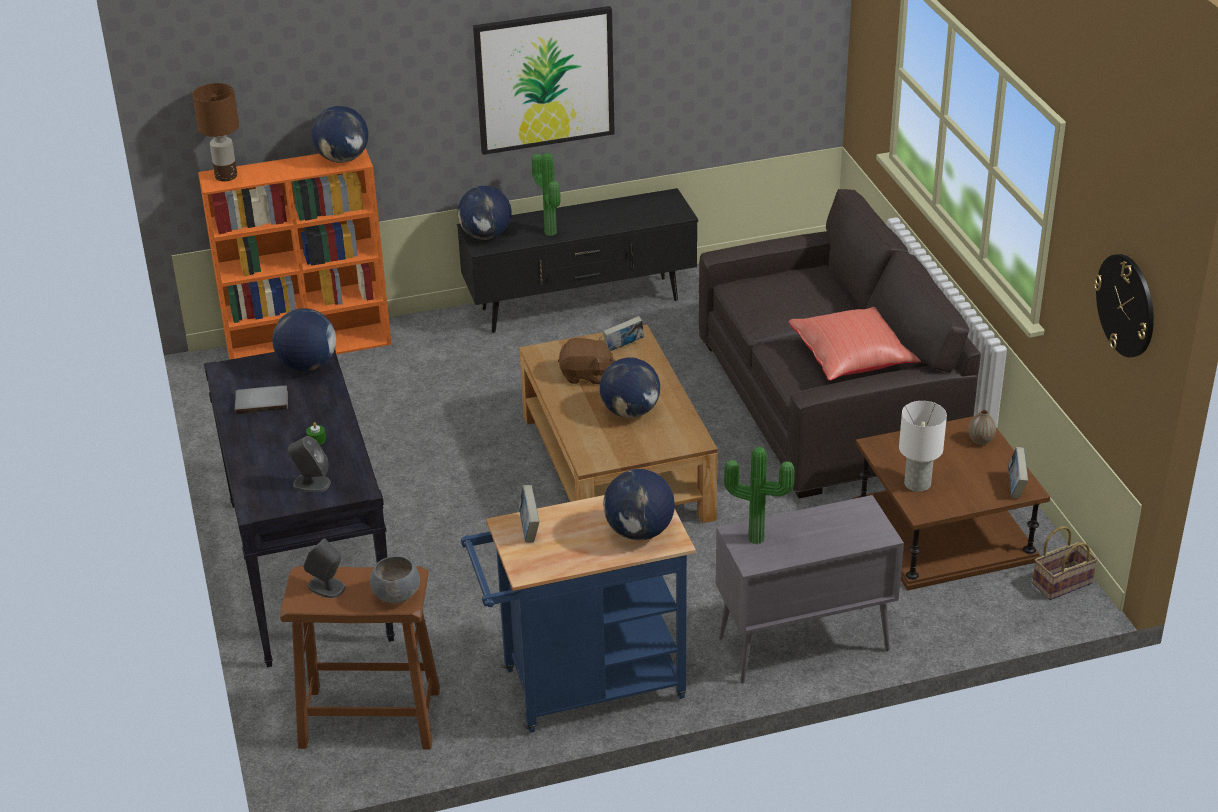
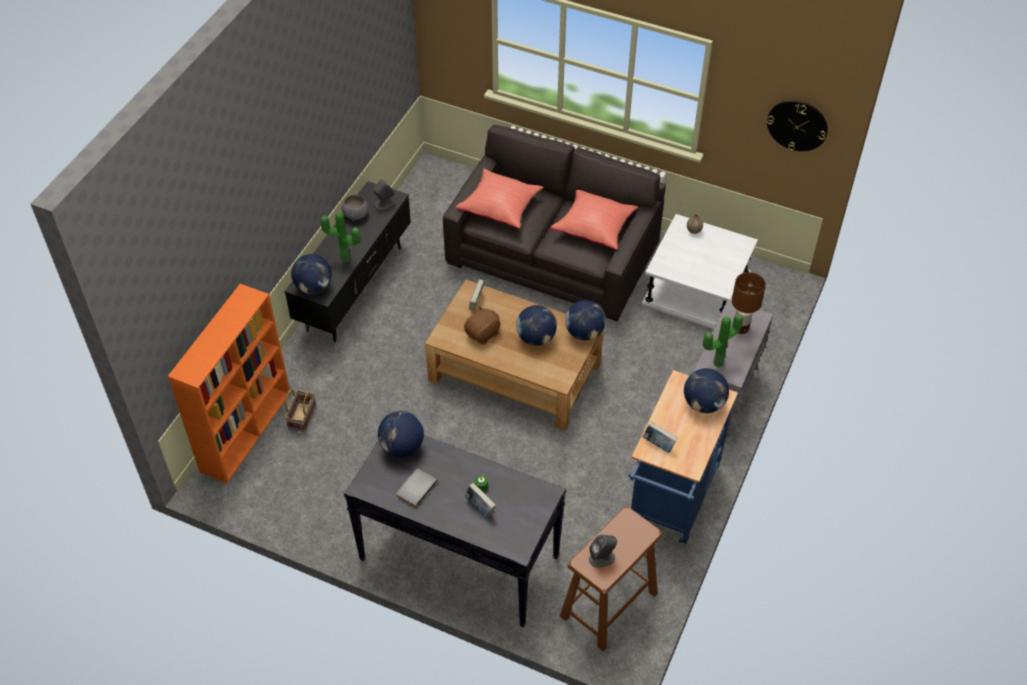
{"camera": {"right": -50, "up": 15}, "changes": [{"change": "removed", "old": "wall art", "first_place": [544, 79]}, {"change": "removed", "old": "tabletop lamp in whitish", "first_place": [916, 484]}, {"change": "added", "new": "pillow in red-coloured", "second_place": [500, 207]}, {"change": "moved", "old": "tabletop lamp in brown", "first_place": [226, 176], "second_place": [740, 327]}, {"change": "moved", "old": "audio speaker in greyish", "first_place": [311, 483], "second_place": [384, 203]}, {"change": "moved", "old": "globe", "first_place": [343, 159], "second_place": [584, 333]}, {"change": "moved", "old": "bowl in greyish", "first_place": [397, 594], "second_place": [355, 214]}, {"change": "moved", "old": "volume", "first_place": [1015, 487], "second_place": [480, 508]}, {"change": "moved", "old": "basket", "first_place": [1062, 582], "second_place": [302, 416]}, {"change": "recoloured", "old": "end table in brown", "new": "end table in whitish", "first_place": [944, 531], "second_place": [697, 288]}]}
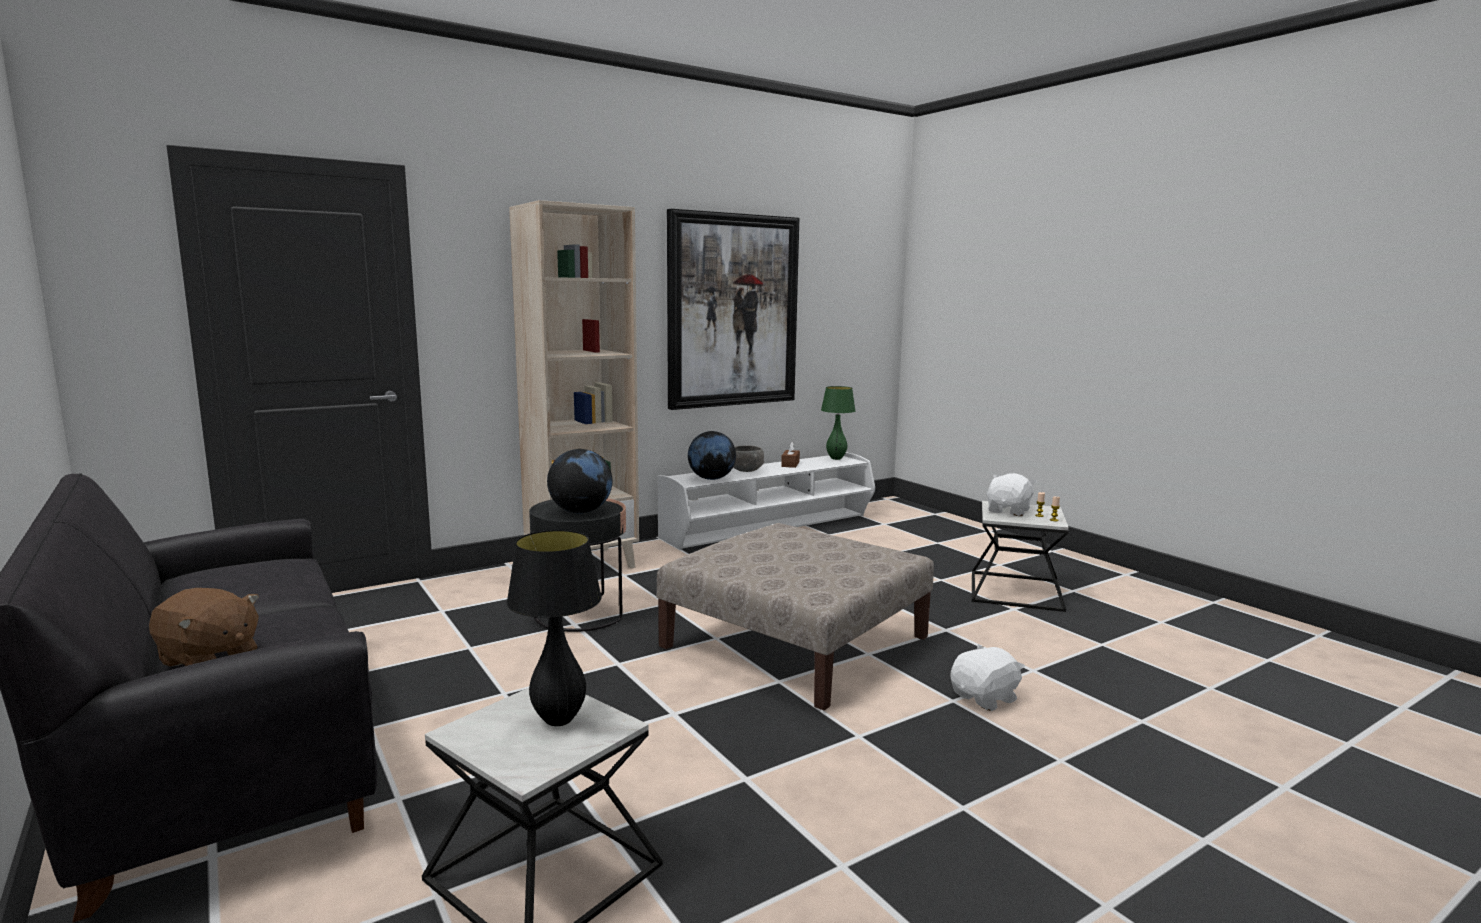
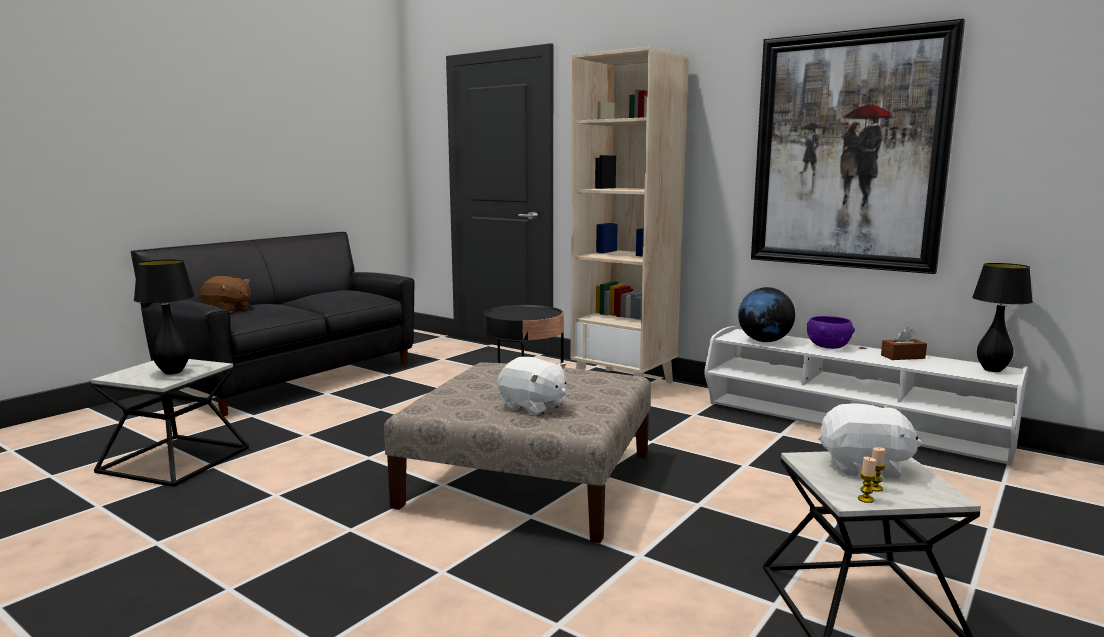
{"camera": {"right": 70, "up": 0}, "changes": [{"change": "removed", "old": "globe", "first_place": [581, 512]}, {"change": "moved", "old": "plush toy in whitish", "first_place": [985, 698], "second_place": [533, 407]}, {"change": "recoloured", "old": "bowl in greyish", "new": "bowl in purple", "first_place": [746, 470], "second_place": [828, 346]}, {"change": "recoloured", "old": "tabletop lamp in greenish", "new": "tabletop lamp in black-coloured", "first_place": [836, 458], "second_place": [992, 370]}, {"change": "turned", "old": "plush toy in brown", "first_place": [208, 658], "second_place": [227, 309], "degrees": -75}]}
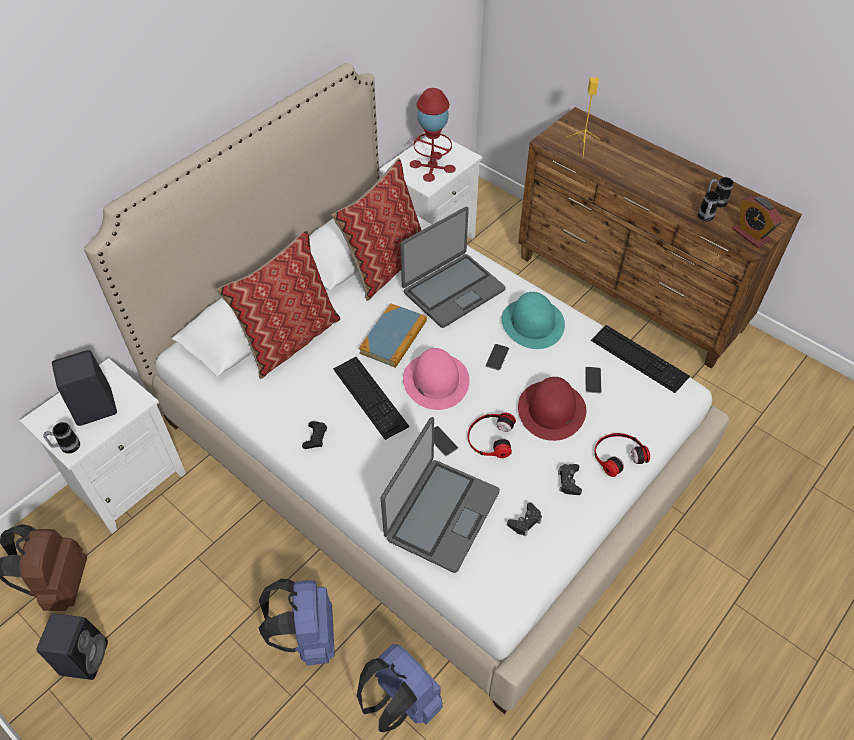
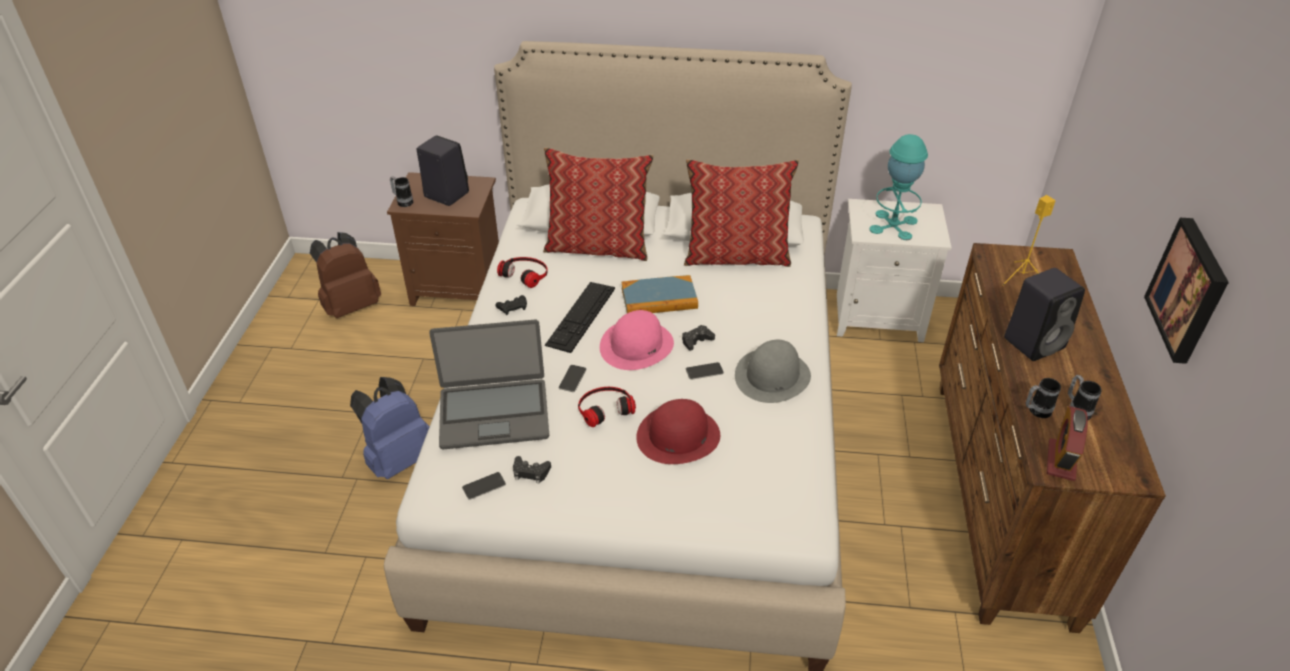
{"camera": {"right": 55, "up": -10}, "changes": [{"change": "removed", "old": "backpack in blue", "first_place": [401, 702]}, {"change": "removed", "old": "laptop", "first_place": [452, 290]}, {"change": "removed", "old": "computer keyboard", "first_place": [639, 358]}, {"change": "added", "new": "wall art", "second_place": [1189, 290]}, {"change": "moved", "old": "audio speaker in black-coloured", "first_place": [84, 656], "second_place": [1035, 342]}, {"change": "moved", "old": "joypad in black-coloured", "first_place": [569, 481], "second_place": [696, 340]}, {"change": "moved", "old": "handset", "first_place": [593, 380], "second_place": [484, 486]}, {"change": "moved", "old": "pair of headphones", "first_place": [618, 455], "second_place": [525, 273]}, {"change": "recoloured", "old": "bedside table in whitish", "new": "bedside table in brown", "first_place": [129, 480], "second_place": [460, 287]}, {"change": "recoloured", "old": "tabletop lamp in red-coloured", "new": "tabletop lamp in blue-green", "first_place": [432, 166], "second_place": [893, 225]}, {"change": "recoloured", "old": "wearable hat in blue-green", "new": "wearable hat in greyish", "first_place": [533, 323], "second_place": [772, 376]}]}
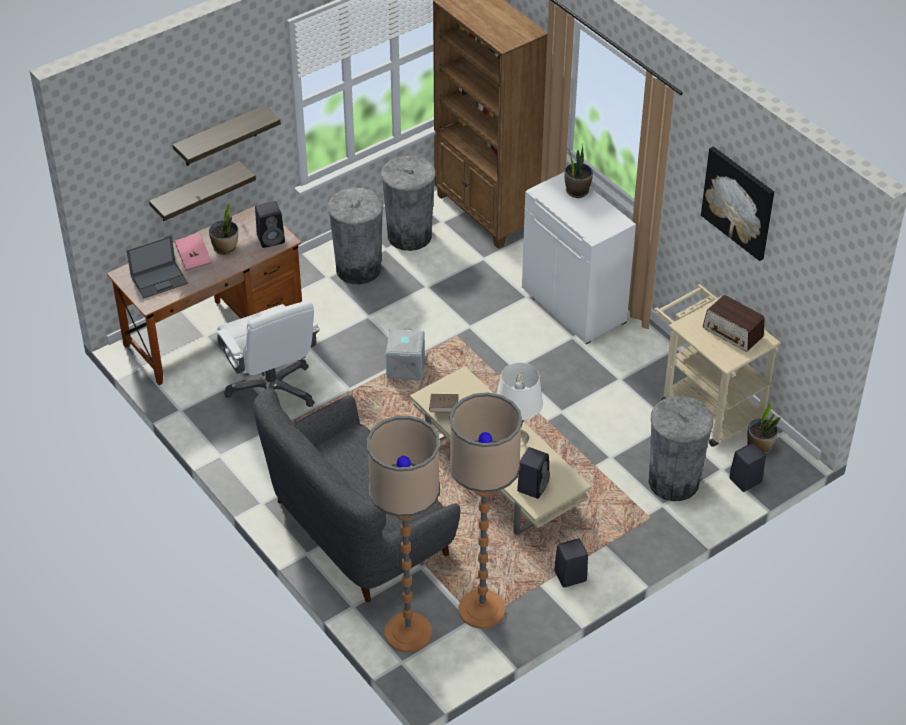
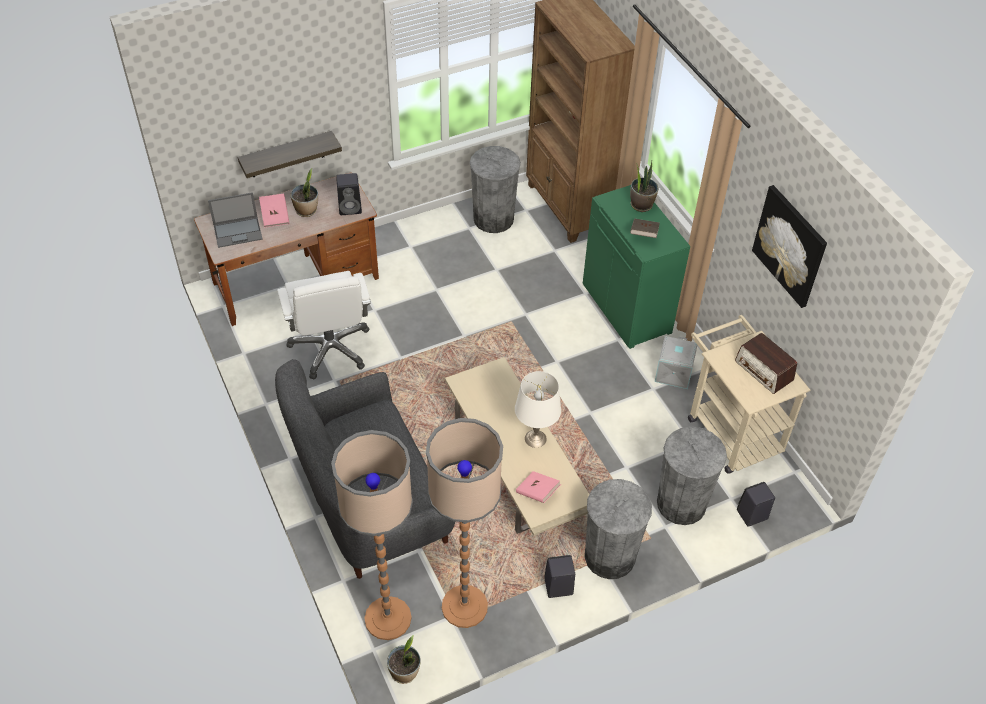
{"camera": {"right": 10, "up": 5}, "changes": [{"change": "removed", "old": "bracket shelf", "first_place": [220, 137]}, {"change": "moved", "old": "waste bin in greyish", "first_place": [358, 269], "second_place": [609, 556]}, {"change": "moved", "old": "storage bin in greyish", "first_place": [405, 367], "second_place": [673, 372]}, {"change": "moved", "old": "volume in brown", "first_place": [444, 409], "second_place": [643, 234]}, {"change": "moved", "old": "houseplant", "first_place": [759, 446], "second_place": [404, 672]}, {"change": "replaced", "old": "audio speaker in black-coloured", "new": "volume in pink", "first_place": [533, 486], "second_place": [537, 492]}, {"change": "recoloured", "old": "cupboard in whitish", "new": "cupboard in greenish", "first_place": [575, 305], "second_place": [627, 308]}]}
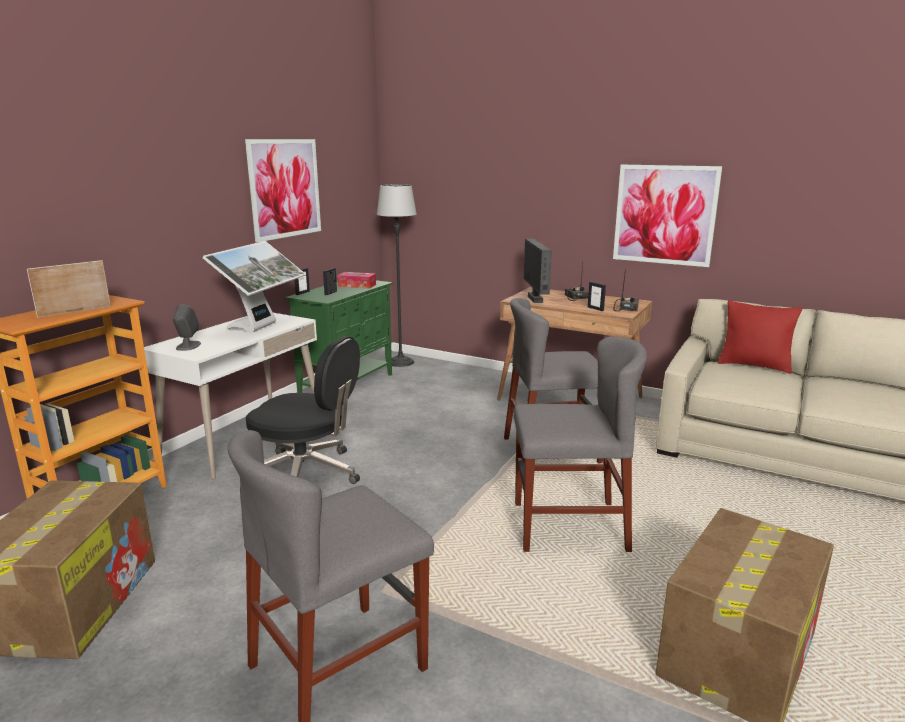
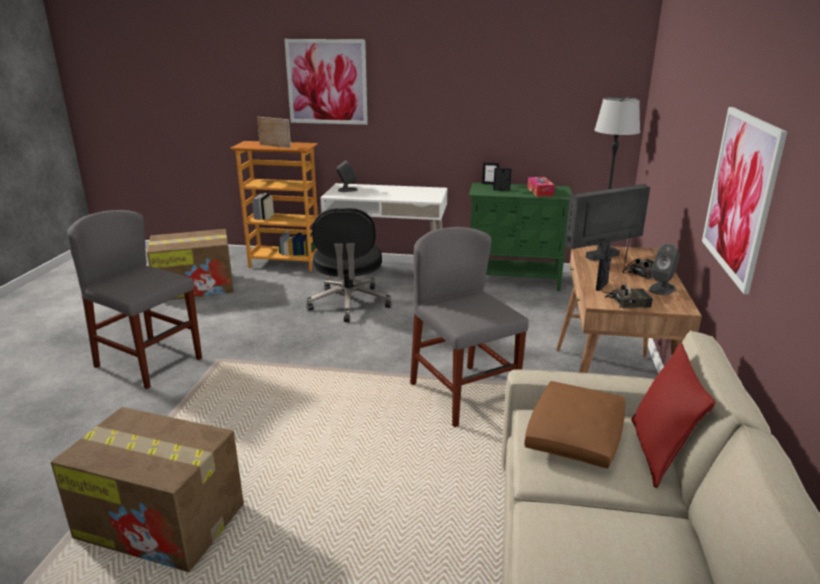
{"camera": {"right": 70, "up": 5}, "changes": [{"change": "removed", "old": "computer screen", "first_place": [261, 327]}, {"change": "removed", "old": "upright chair in greyish", "first_place": [569, 526]}, {"change": "added", "new": "pillow in brown", "second_place": [574, 437]}, {"change": "added", "new": "audio speaker in greyish", "second_place": [662, 289]}, {"change": "moved", "old": "wall art", "first_place": [285, 188], "second_place": [327, 82]}]}
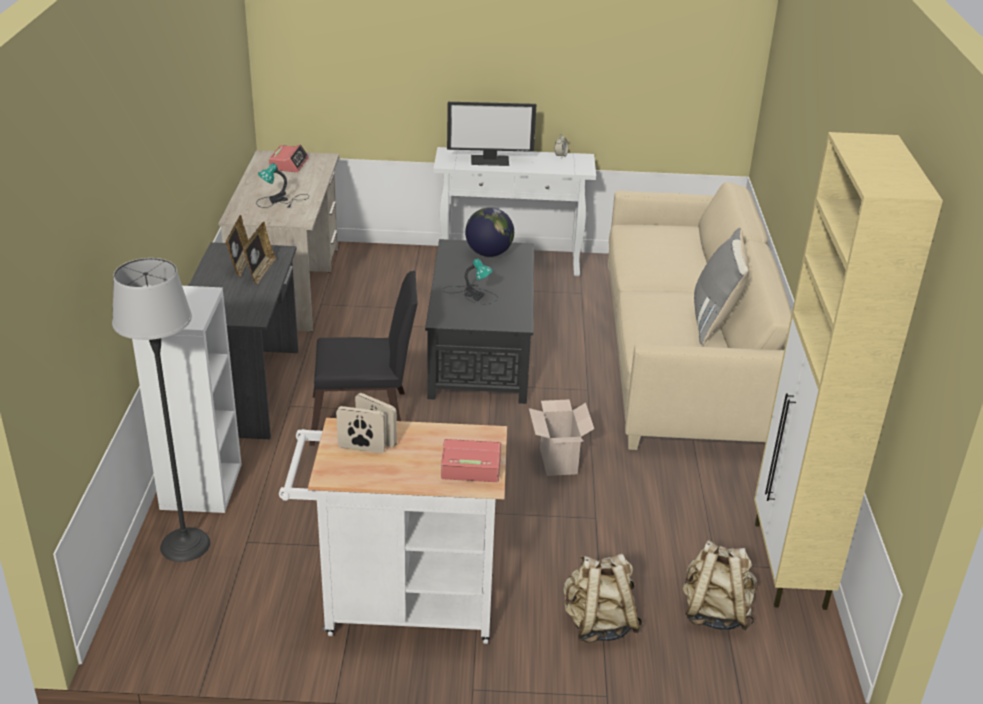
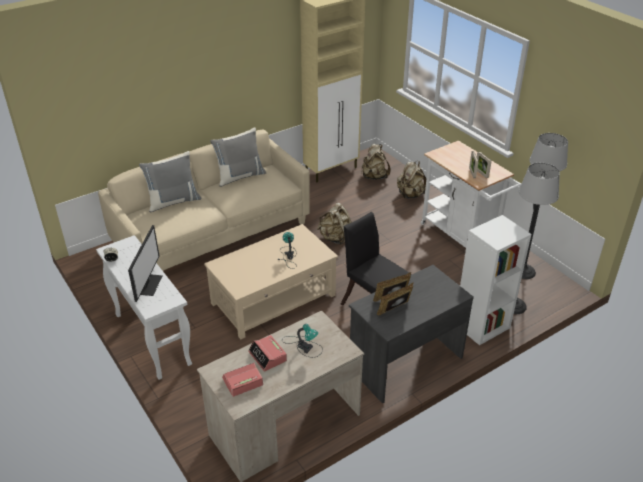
{"camera": {"right": -125, "up": 5}, "changes": [{"change": "removed", "old": "globe", "first_place": [489, 253]}, {"change": "added", "new": "pillow in greyish", "second_place": [173, 201]}, {"change": "added", "new": "floor lamp", "second_place": [523, 271]}, {"change": "moved", "old": "alarm clock", "first_place": [470, 466], "second_place": [268, 356]}, {"change": "replaced", "old": "carton", "new": "backpack in beige", "first_place": [556, 460], "second_place": [335, 238]}, {"change": "recoloured", "old": "low table in black-coloured", "new": "low table in beige", "first_place": [480, 353], "second_place": [274, 299]}, {"change": "turned", "old": "computer screen", "first_place": [490, 160], "second_place": [148, 284], "degrees": 45}]}
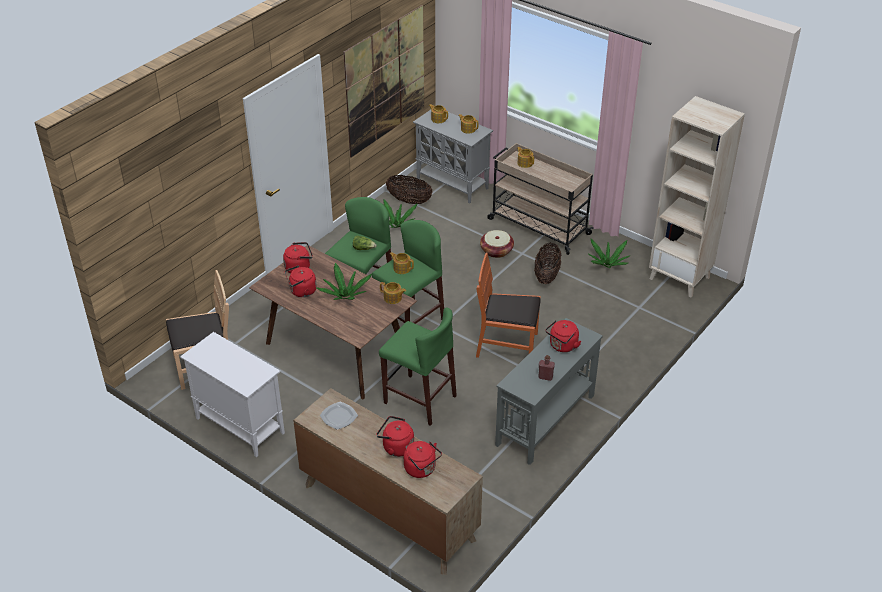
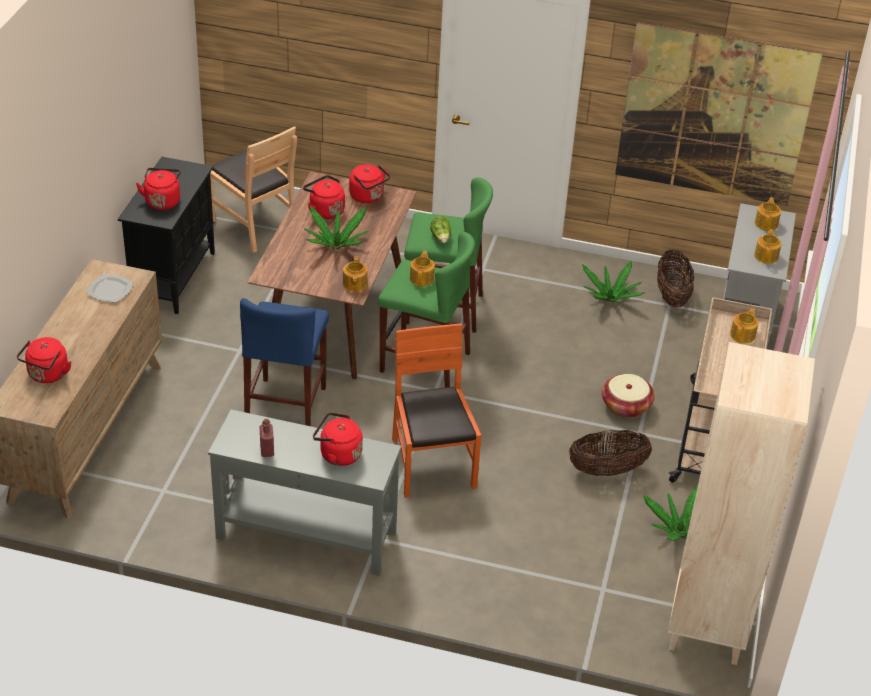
{"camera": {"right": 65, "up": 0}, "changes": [{"change": "moved", "old": "kettle in red-coloured", "first_place": [396, 447], "second_place": [162, 201]}, {"change": "recoloured", "old": "cupboard in whitish", "new": "cupboard in black-coloured", "first_place": [239, 425], "second_place": [174, 277]}, {"change": "recoloured", "old": "sitting stool in greenish", "new": "sitting stool in blue", "first_place": [419, 399], "second_place": [286, 408]}]}
